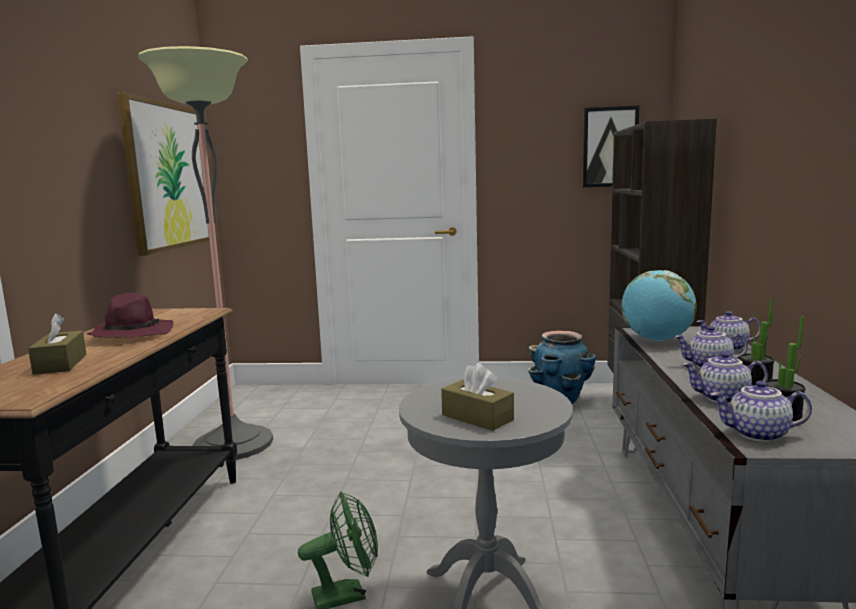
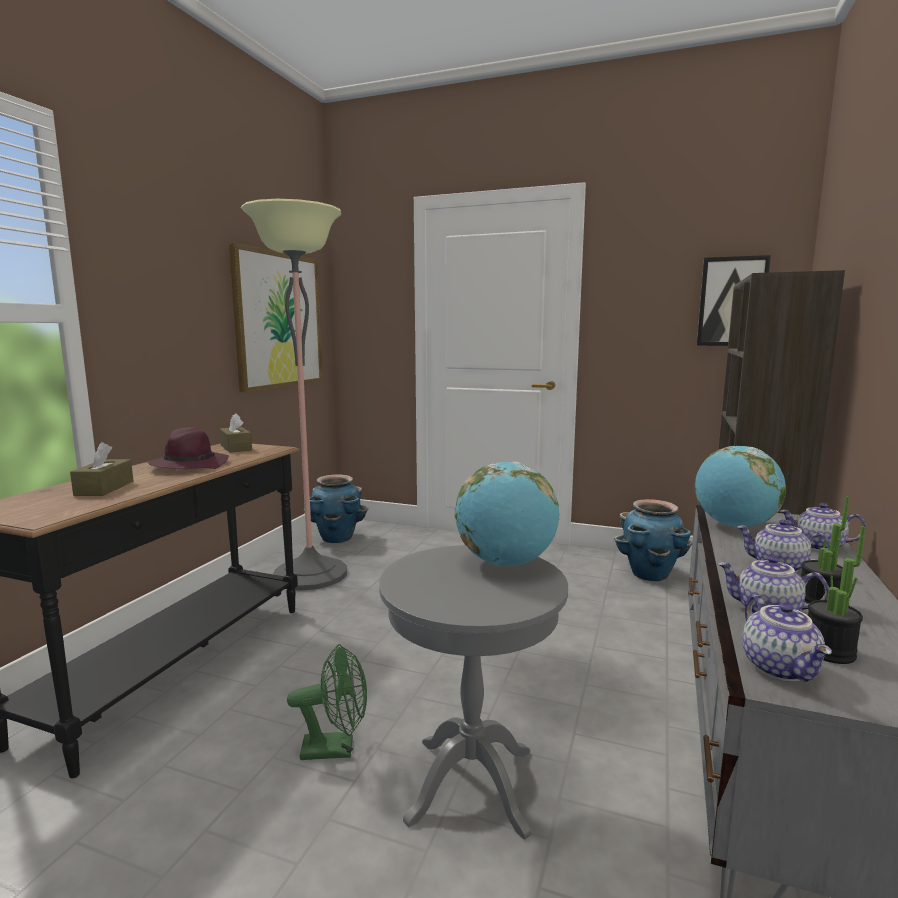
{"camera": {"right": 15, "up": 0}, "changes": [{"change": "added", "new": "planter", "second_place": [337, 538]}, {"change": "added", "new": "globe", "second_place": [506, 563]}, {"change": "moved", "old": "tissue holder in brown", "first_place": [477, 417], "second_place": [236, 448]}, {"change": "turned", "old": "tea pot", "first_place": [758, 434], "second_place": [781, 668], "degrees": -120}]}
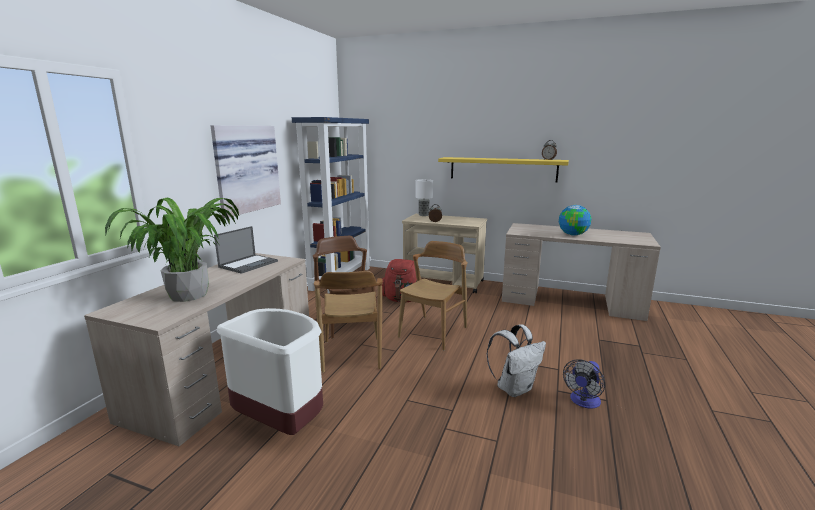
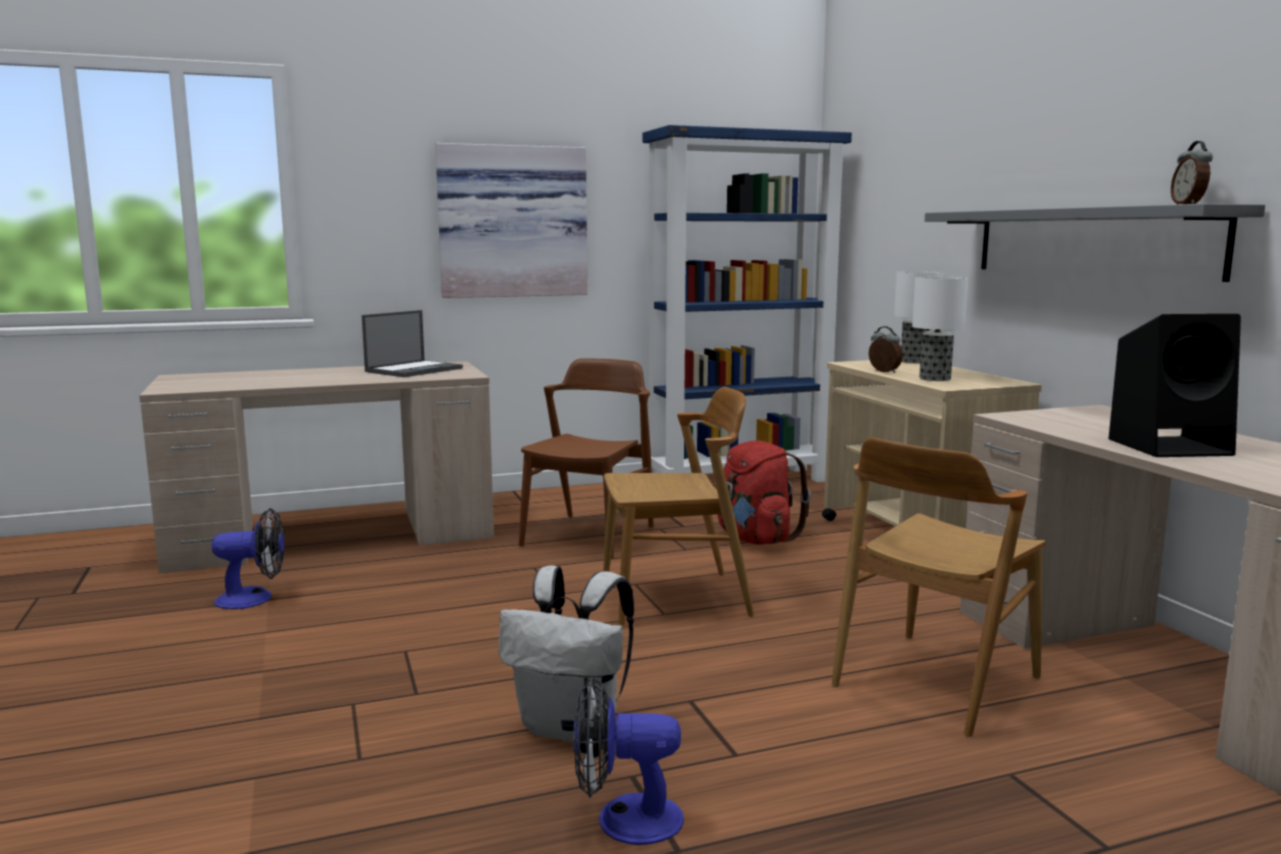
{"camera": {"right": 50, "up": -5}, "changes": [{"change": "removed", "old": "houseplant", "first_place": [188, 295]}, {"change": "added", "new": "tabletop lamp", "second_place": [934, 379]}, {"change": "moved", "old": "upright chair in brown", "first_place": [351, 354], "second_place": [934, 681]}, {"change": "replaced", "old": "waste bin in whitish", "new": "electric fan", "first_place": [281, 422], "second_place": [254, 598]}, {"change": "replaced", "old": "globe", "new": "audio speaker in black-coloured", "first_place": [572, 234], "second_place": [1171, 447]}, {"change": "recoloured", "old": "bracket shelf in yellowish", "new": "bracket shelf in greyish", "first_place": [502, 169], "second_place": [1090, 242]}, {"change": "turned", "old": "laptop", "first_place": [249, 264], "second_place": [414, 370], "degrees": -45}]}
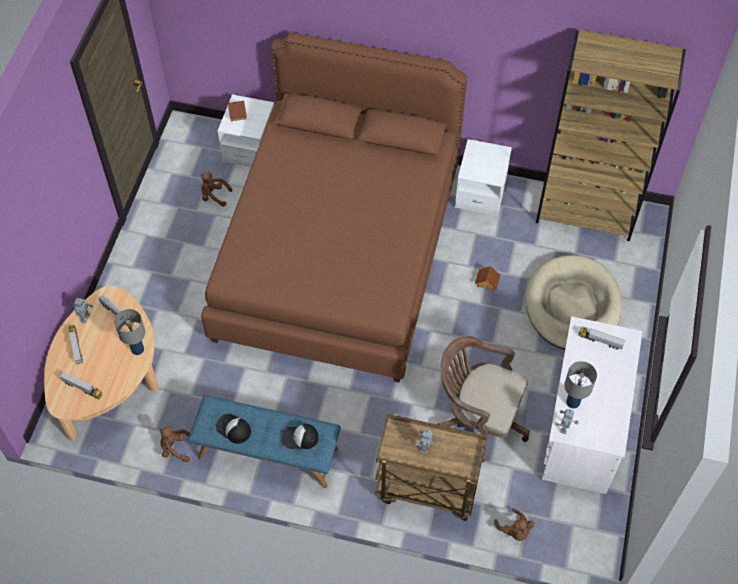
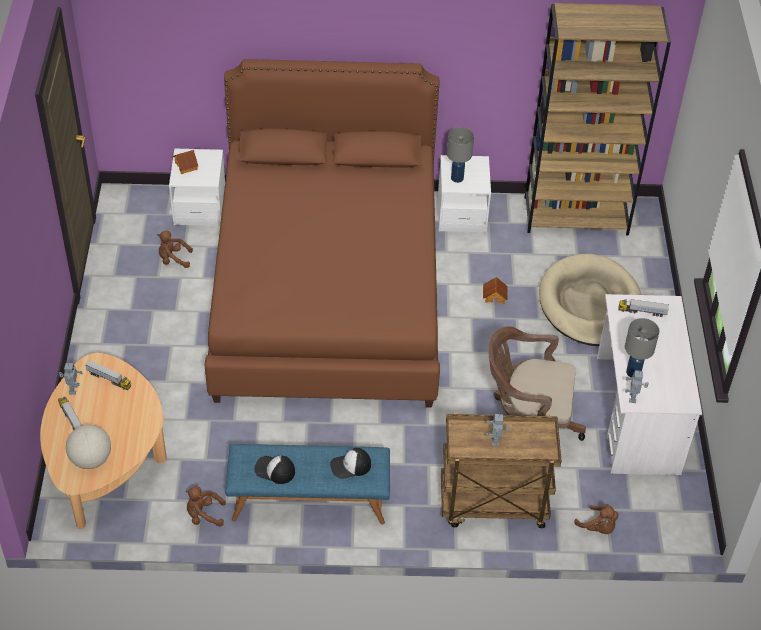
{"camera": {"right": -15, "up": -10}, "changes": [{"change": "moved", "old": "tabletop lamp in greyish", "first_place": [137, 350], "second_place": [457, 178]}, {"change": "replaced", "old": "toy truck", "new": "globe", "first_place": [82, 388], "second_place": [91, 459]}]}
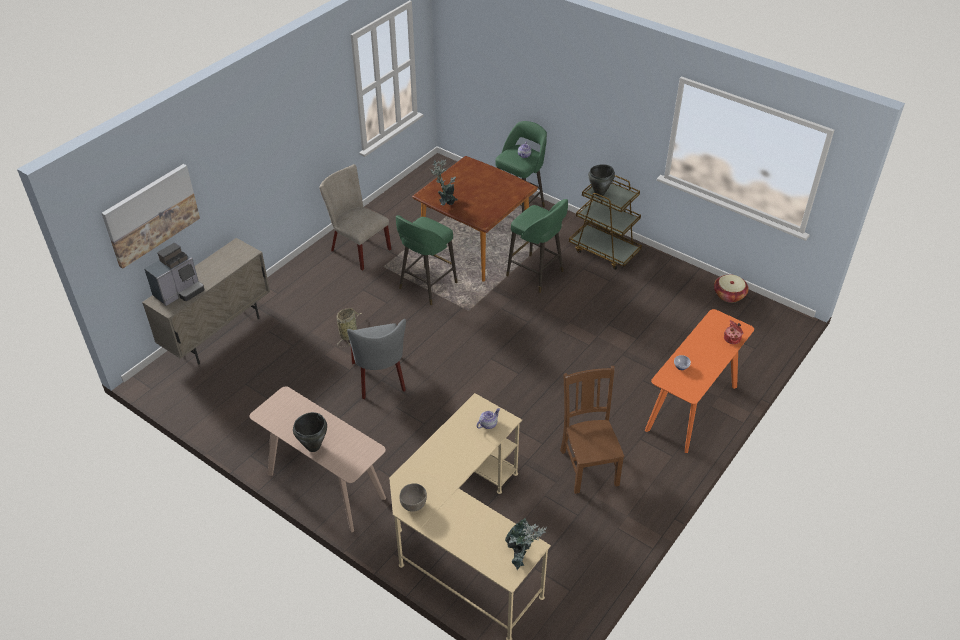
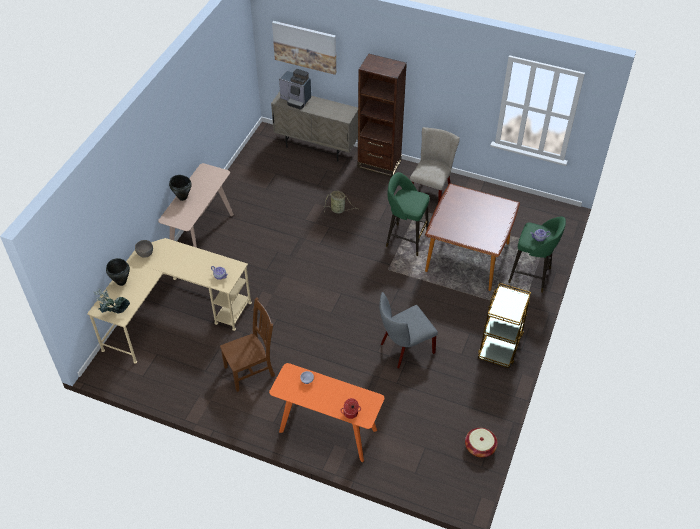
{"camera": {"right": 75, "up": 5}, "changes": [{"change": "removed", "old": "houseplant", "first_place": [446, 203]}, {"change": "removed", "old": "sitting stool in greenish", "first_place": [536, 274]}, {"change": "added", "new": "shelving unit in brown", "second_place": [379, 164]}, {"change": "moved", "old": "upright chair in greyish", "first_place": [380, 379], "second_place": [404, 349]}, {"change": "moved", "old": "stockpot in black-coloured", "first_place": [599, 193], "second_place": [121, 282]}]}
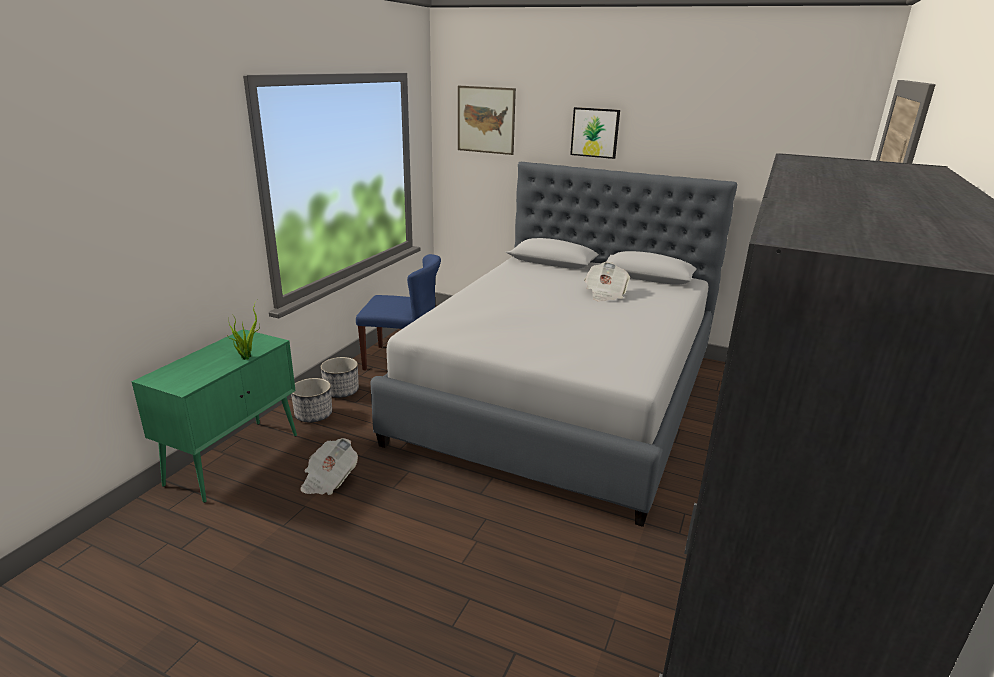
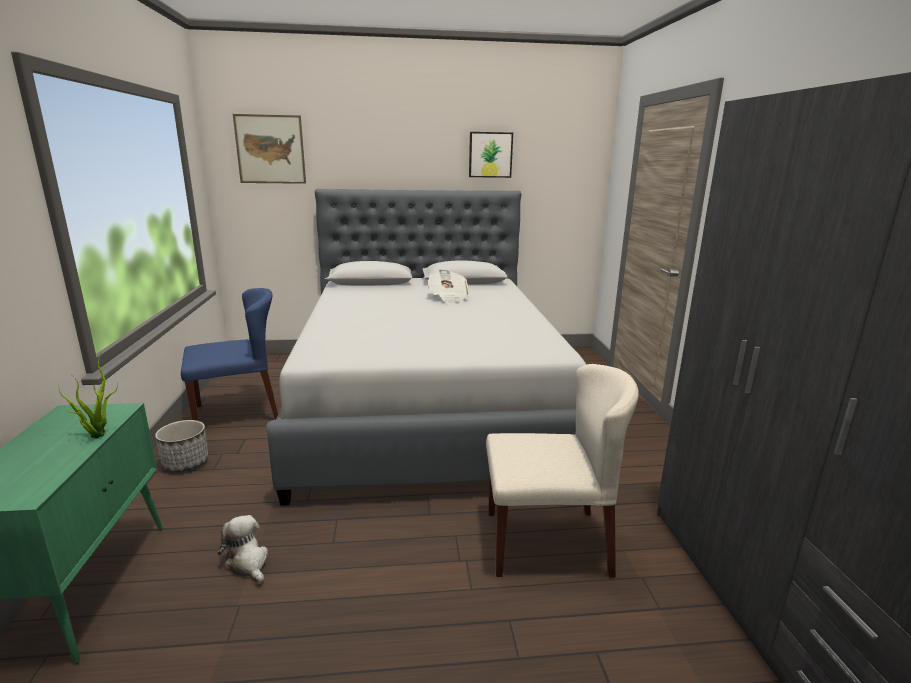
{"camera": {"right": -30, "up": -5}, "changes": [{"change": "removed", "old": "planter", "first_place": [314, 415]}, {"change": "added", "new": "upright chair in beige", "second_place": [547, 541]}, {"change": "moved", "old": "wall art", "first_place": [595, 132], "second_place": [490, 155]}, {"change": "replaced", "old": "daily paper", "new": "plush toy", "first_place": [329, 480], "second_place": [247, 563]}]}
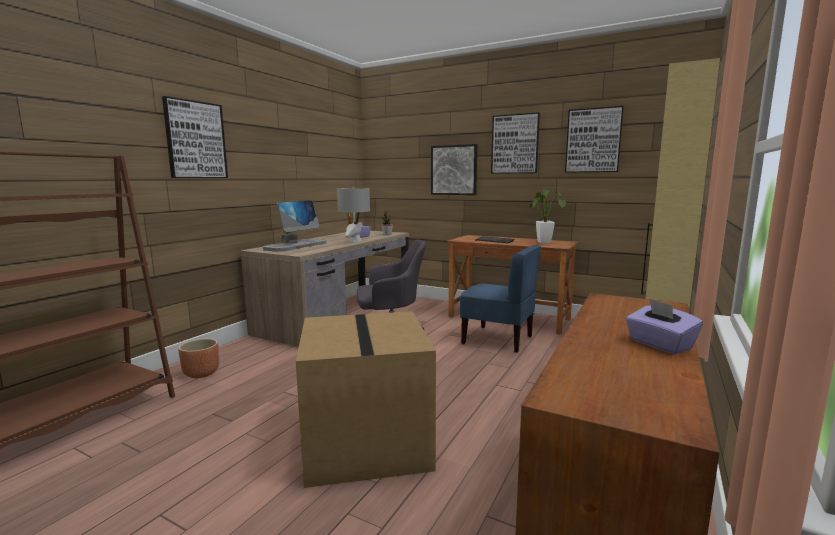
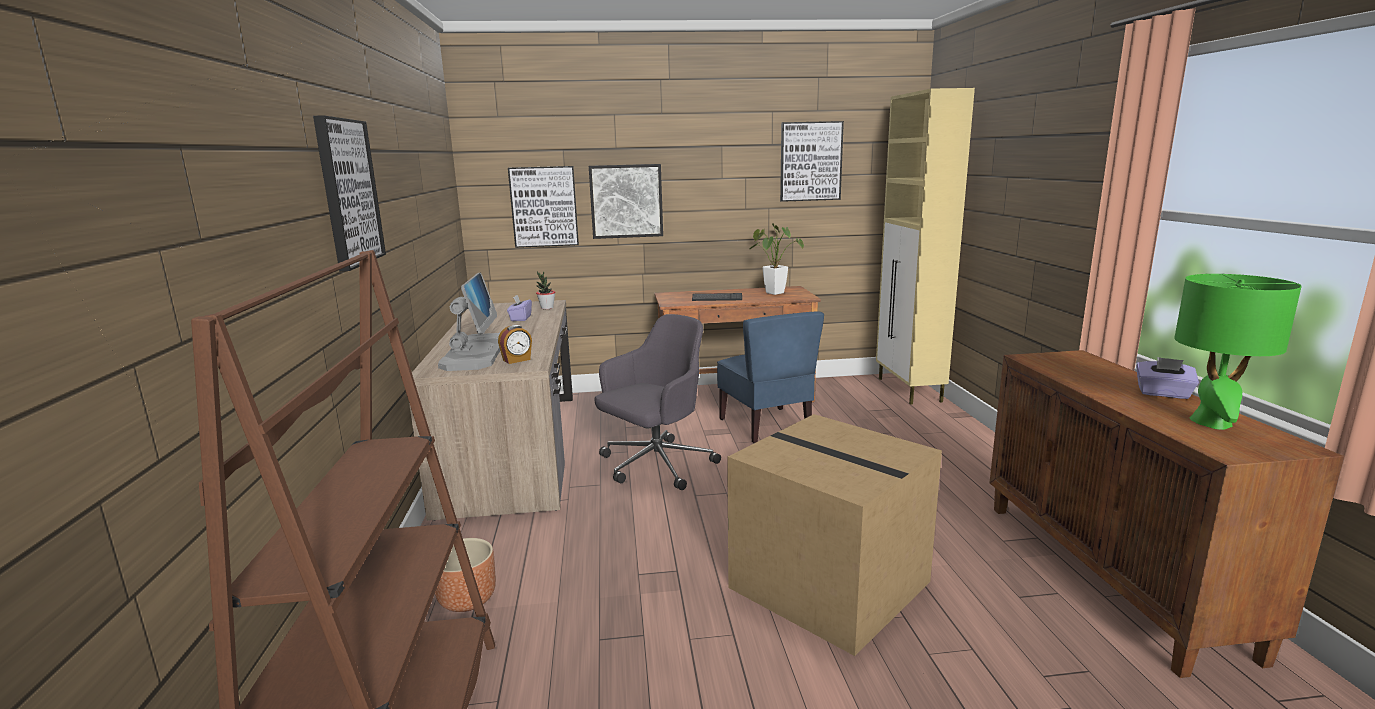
{"camera": {"right": -35, "up": 5}, "changes": [{"change": "removed", "old": "tabletop lamp in greyish", "first_place": [355, 241]}, {"change": "added", "new": "alarm clock", "second_place": [517, 360]}, {"change": "added", "new": "tabletop lamp in greenish", "second_place": [1211, 422]}, {"change": "moved", "old": "wall art", "first_place": [515, 144], "second_place": [544, 206]}, {"change": "turned", "old": "upright chair in blue", "first_place": [498, 339], "second_place": [766, 426], "degrees": 75}]}
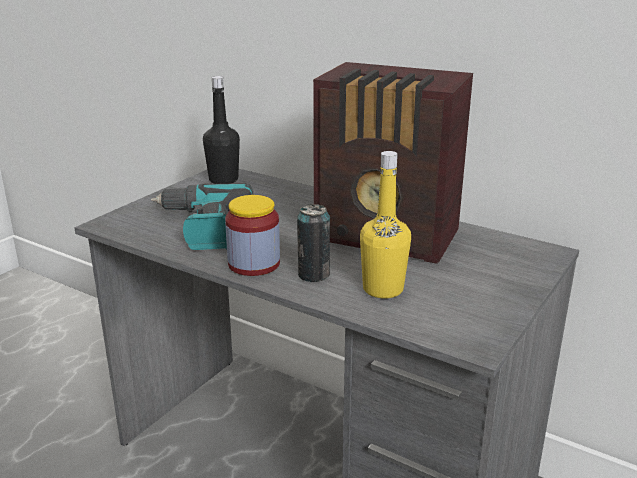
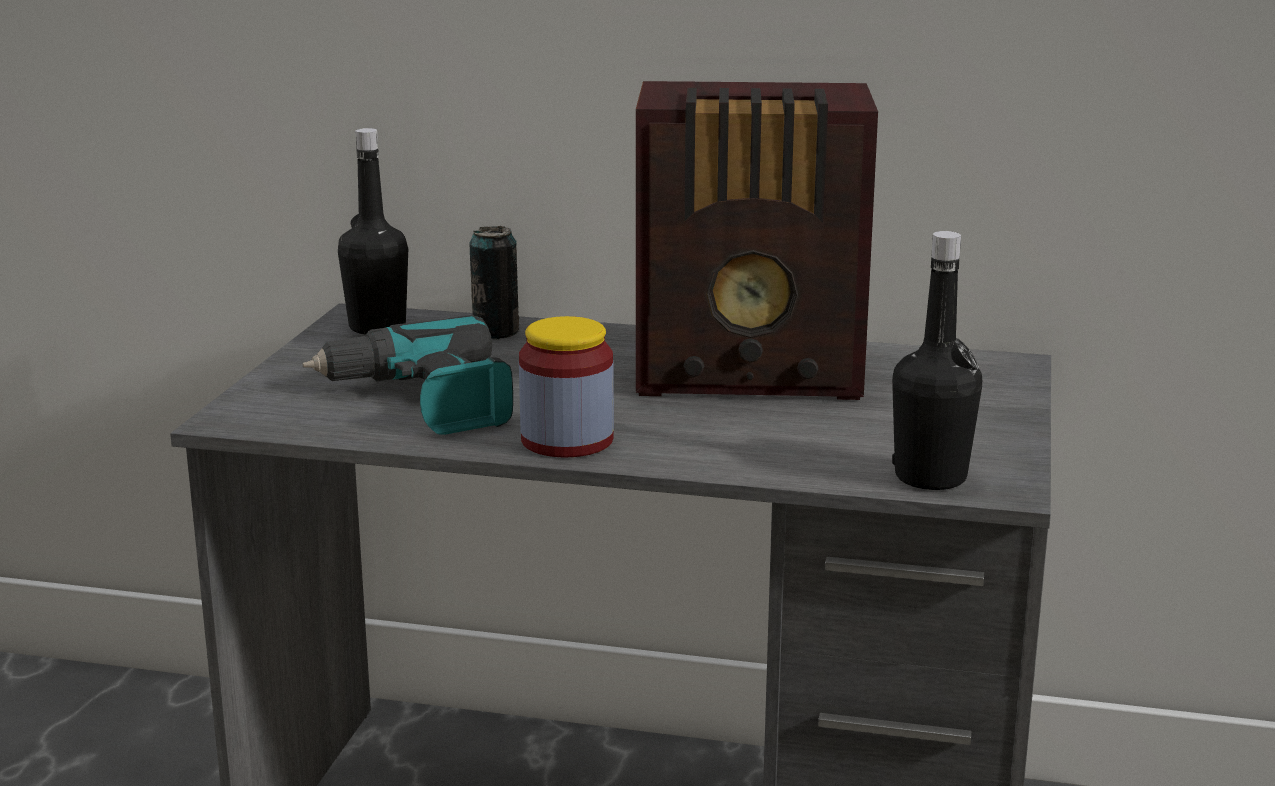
{"camera": {"right": -20, "up": -5}, "changes": [{"change": "removed", "old": "bottle in yellowish", "first_place": [383, 289]}, {"change": "added", "new": "bottle in black-coloured", "second_place": [930, 477]}, {"change": "moved", "old": "metal can", "first_place": [313, 275], "second_place": [496, 332]}]}
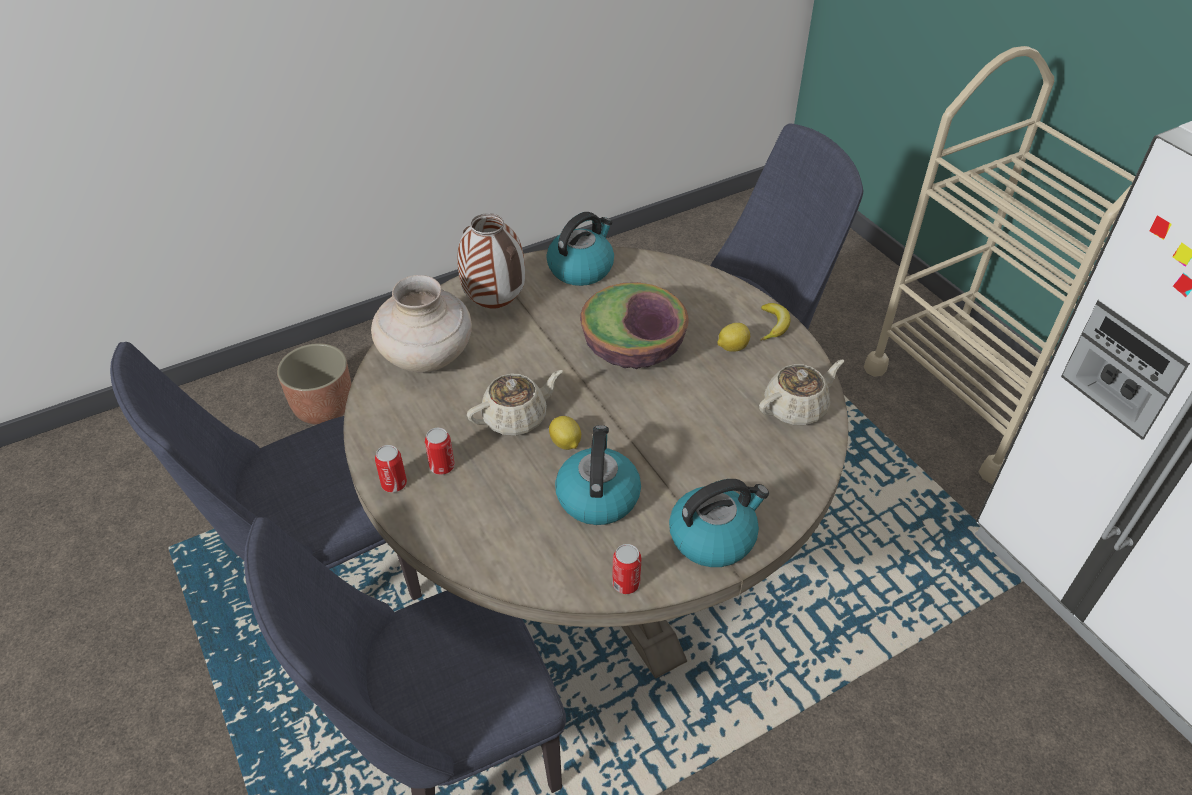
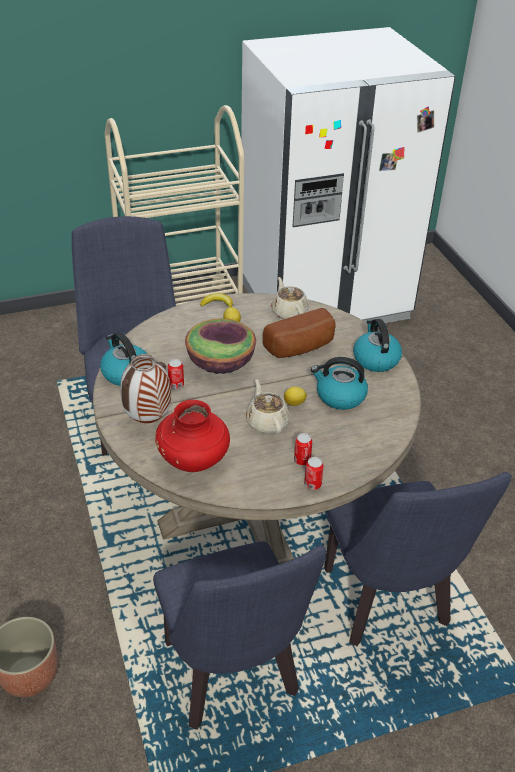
{"camera": {"right": -80, "up": -5}, "changes": [{"change": "added", "new": "bakery bread", "second_place": [301, 348]}, {"change": "moved", "old": "metal can", "first_place": [626, 583], "second_place": [176, 385]}, {"change": "recoloured", "old": "vase in beige", "new": "vase in red-coloured", "first_place": [427, 358], "second_place": [194, 460]}]}
